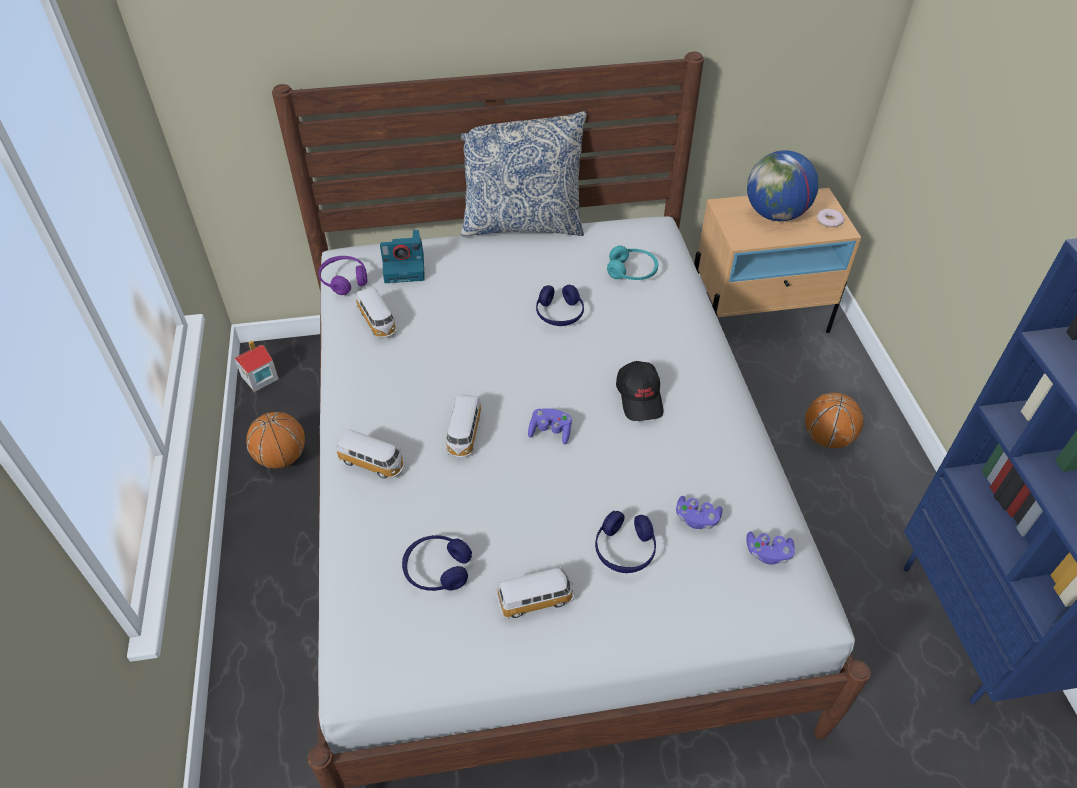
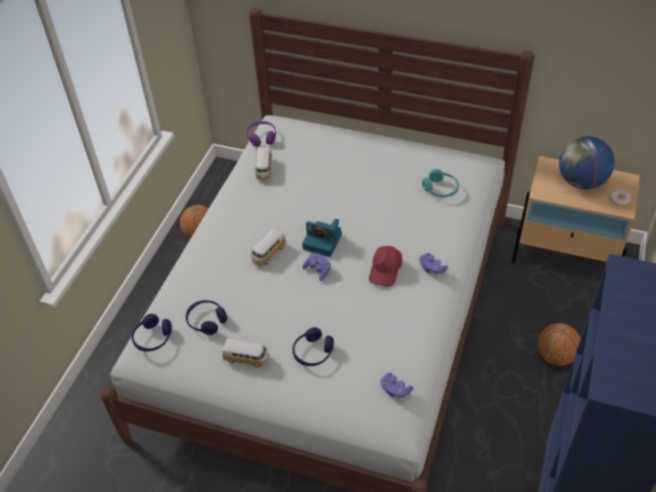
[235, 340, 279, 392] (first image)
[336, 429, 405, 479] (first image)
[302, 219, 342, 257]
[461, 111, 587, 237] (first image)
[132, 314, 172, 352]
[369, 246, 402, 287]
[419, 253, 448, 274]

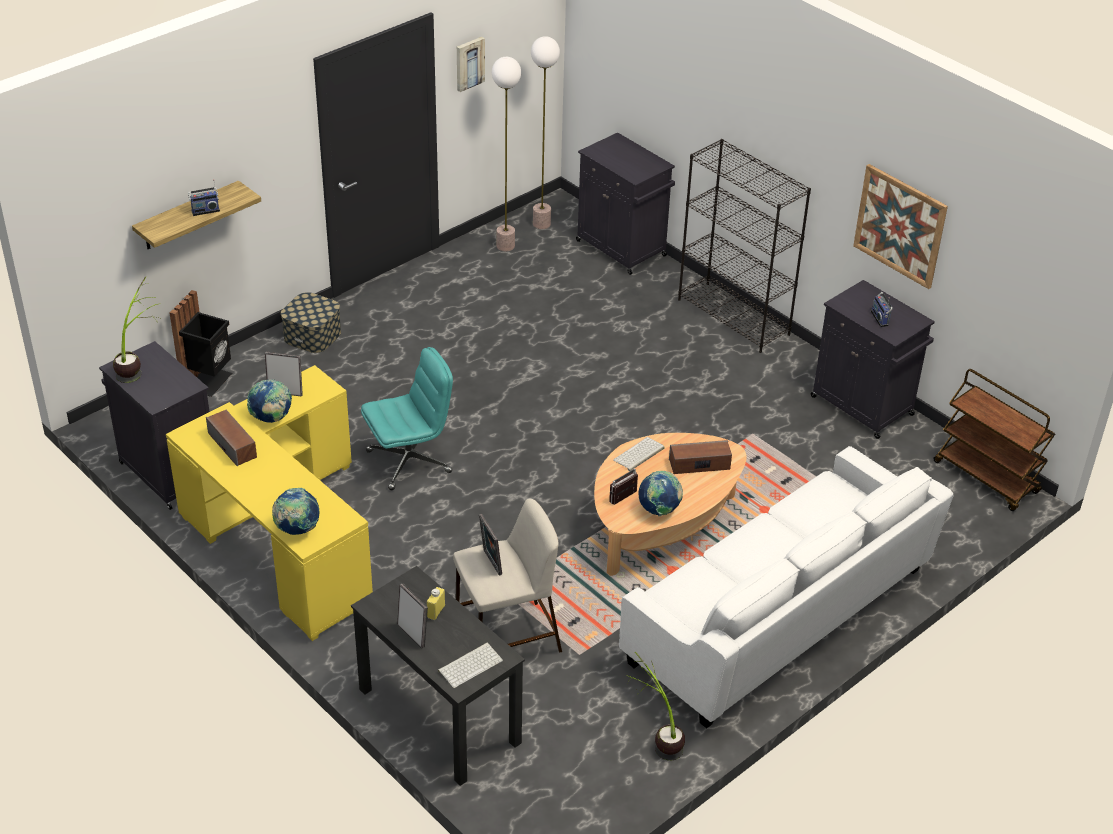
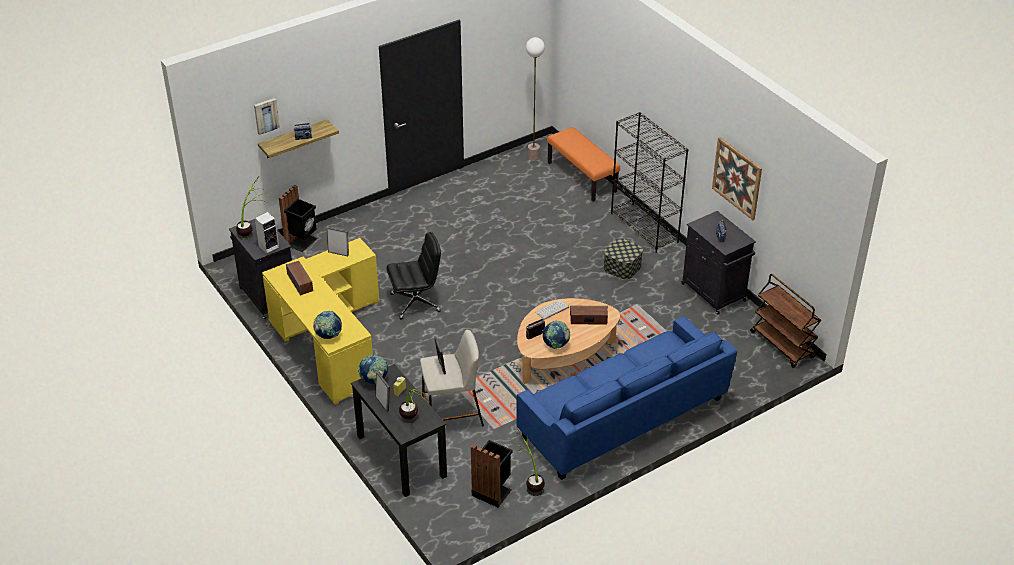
[358, 355, 389, 384]
[604, 238, 643, 280]
[387, 232, 441, 320]
[399, 389, 429, 423]
[254, 98, 280, 135]
[492, 57, 521, 251] (first image)
[547, 127, 620, 202]
[517, 316, 737, 480]
[255, 212, 279, 254]
[471, 440, 513, 507]

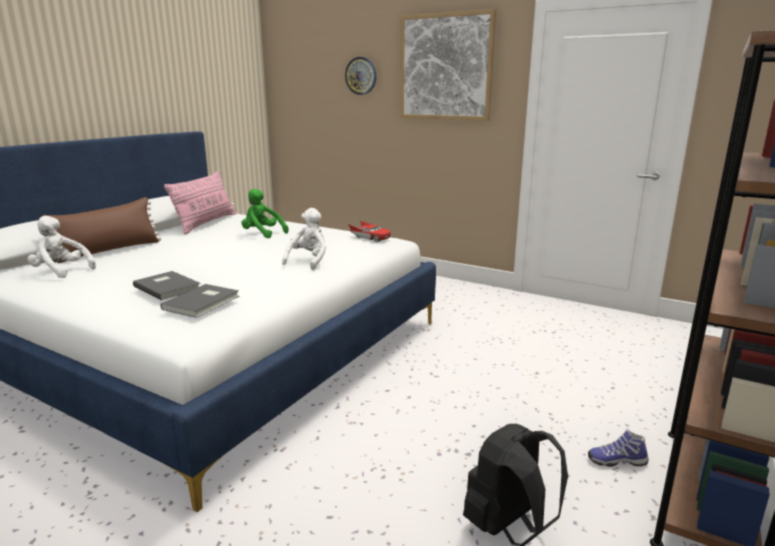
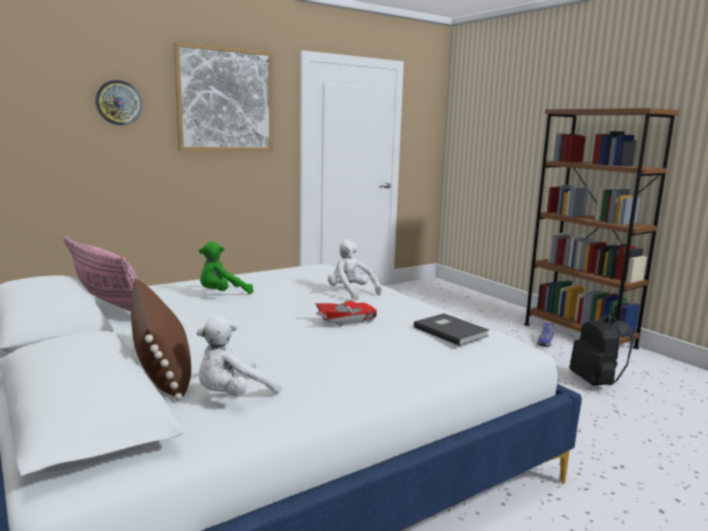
[133, 271, 201, 300] (first image)
[315, 301, 377, 326]

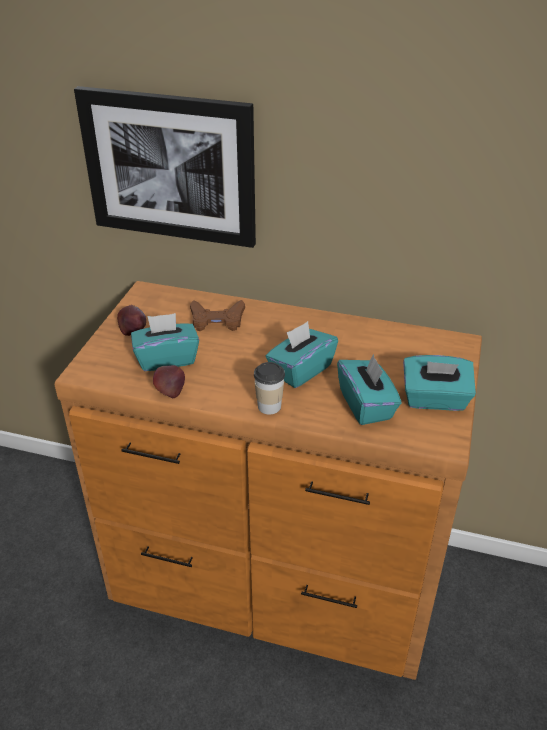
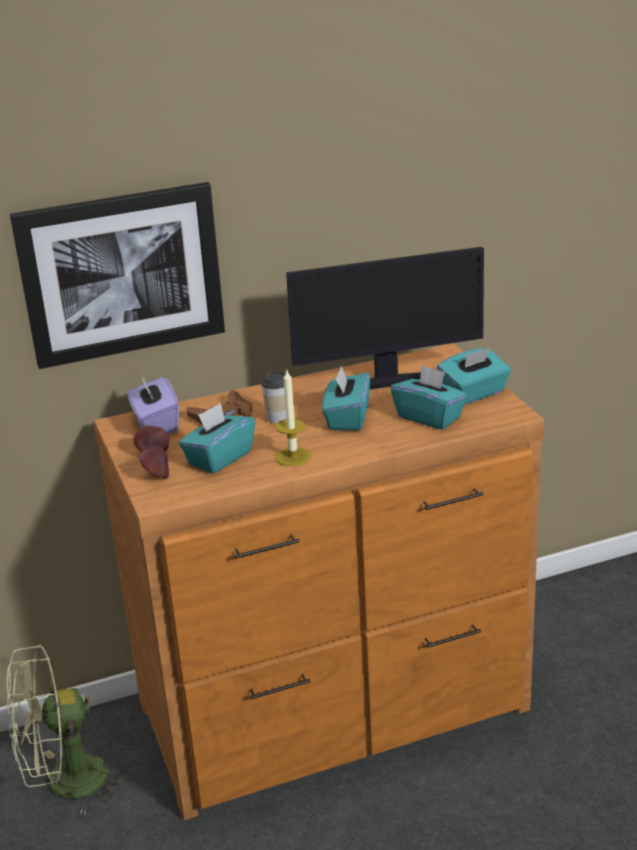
[139, 447, 169, 479]
[261, 372, 287, 424]
[7, 645, 128, 815]
[127, 375, 179, 434]
[275, 370, 311, 466]
[286, 247, 484, 390]

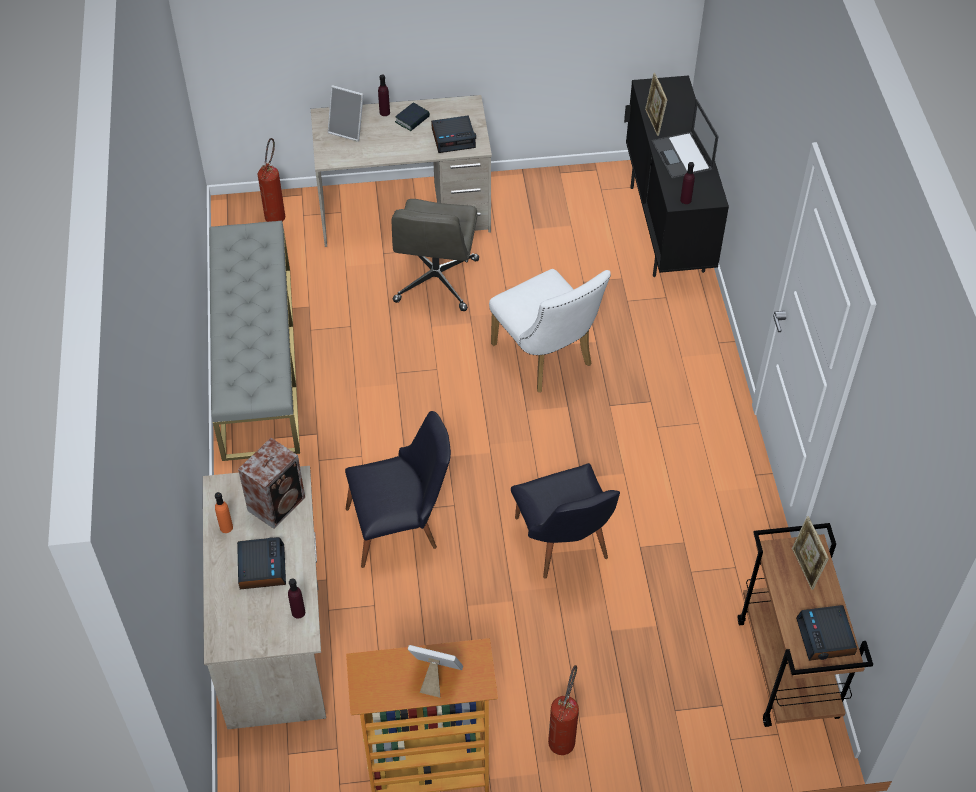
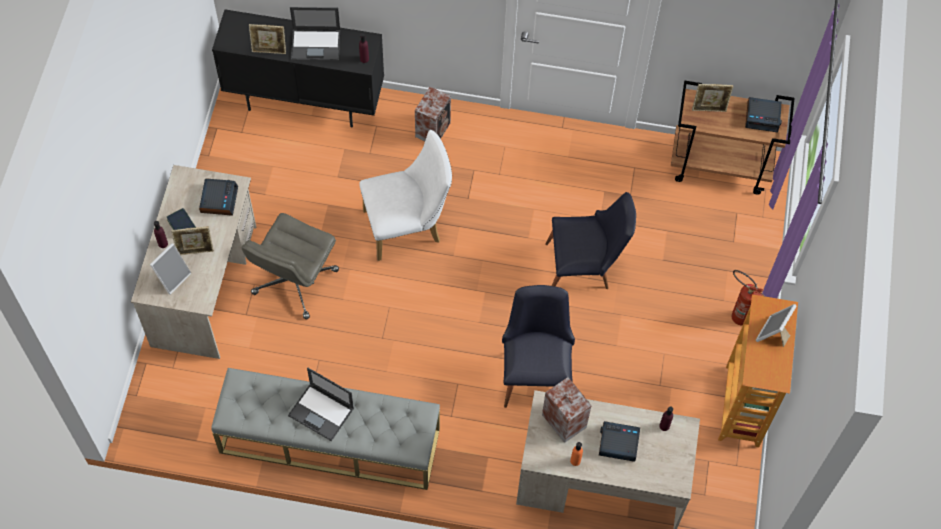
[258, 138, 285, 222] (first image)
[242, 213, 339, 319]
[171, 226, 214, 255]
[288, 368, 354, 441]
[415, 87, 451, 141]

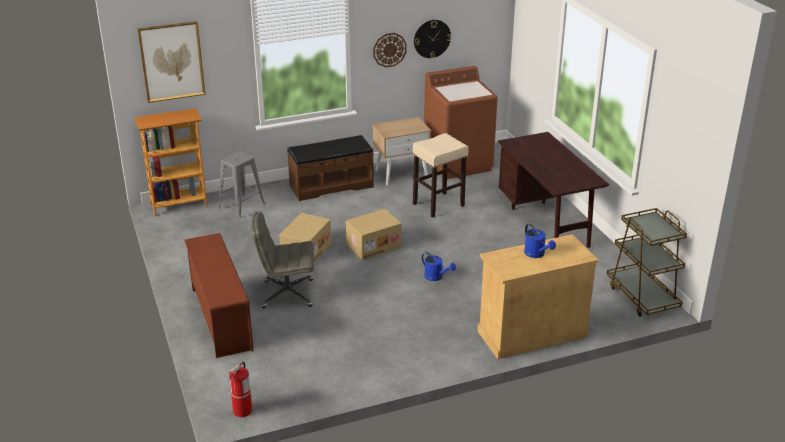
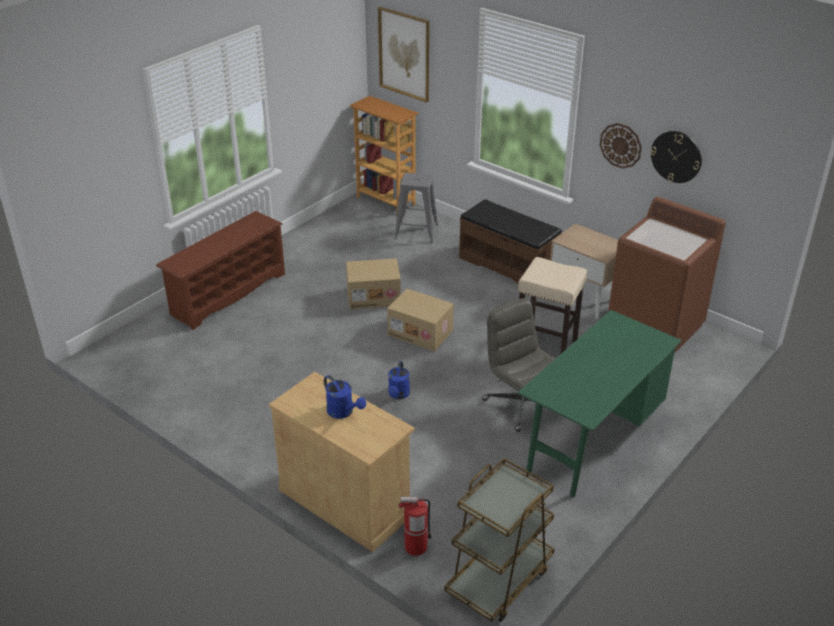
[398, 497, 432, 556]
[482, 298, 555, 432]
[518, 310, 682, 497]
[324, 375, 366, 419]

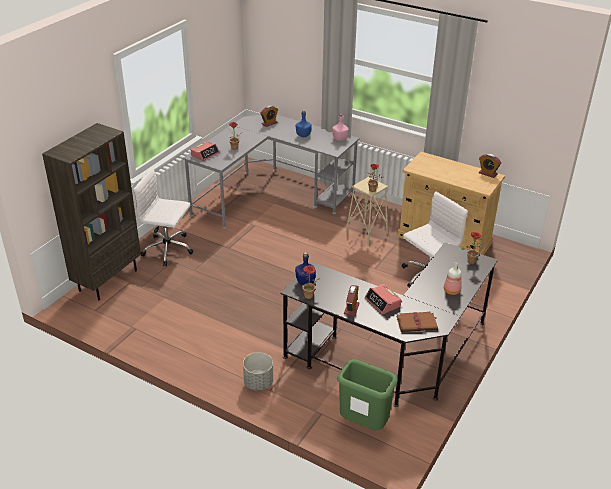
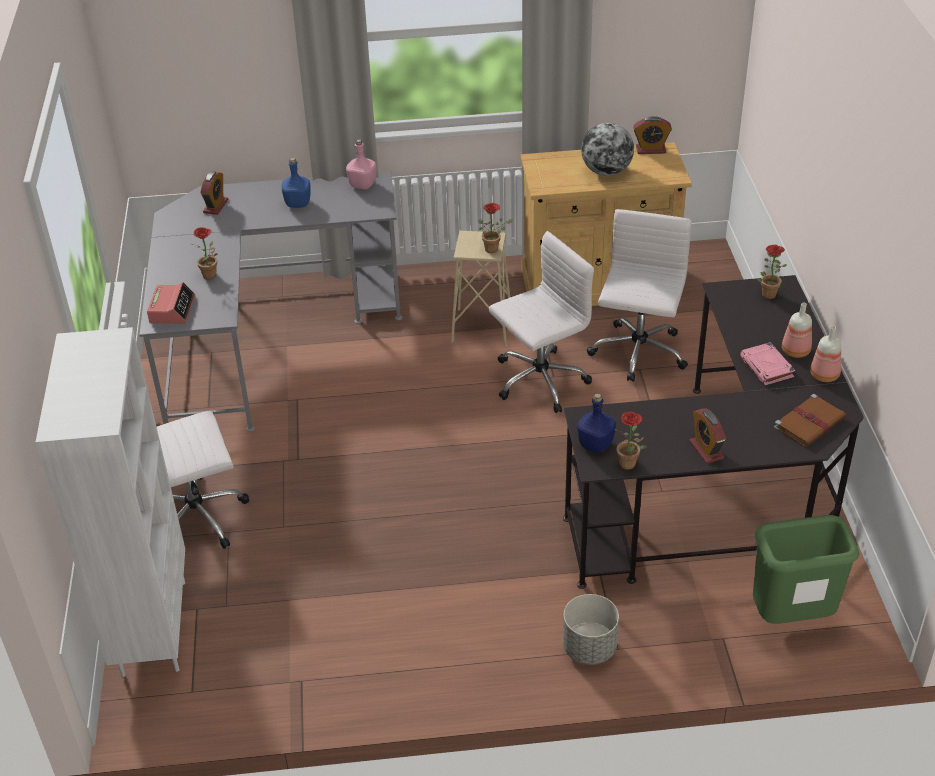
[36, 327, 185, 677]
[365, 284, 401, 314] (first image)
[489, 231, 594, 413]
[581, 123, 634, 176]
[740, 342, 795, 385]
[810, 326, 841, 382]

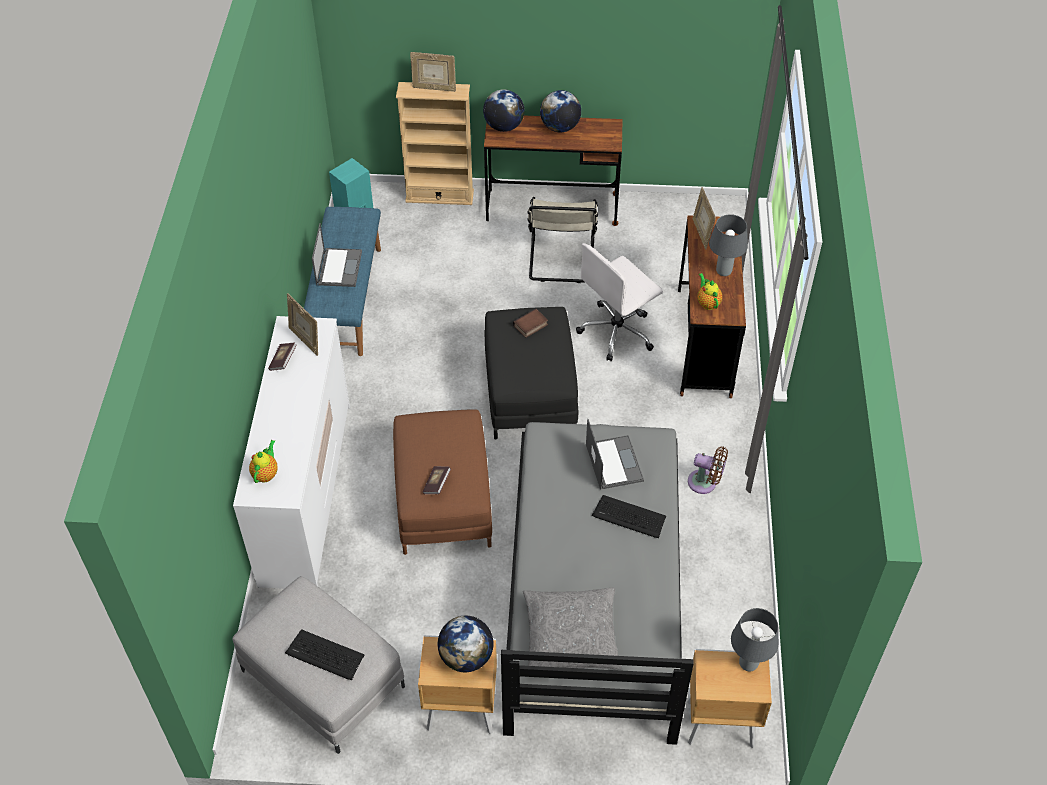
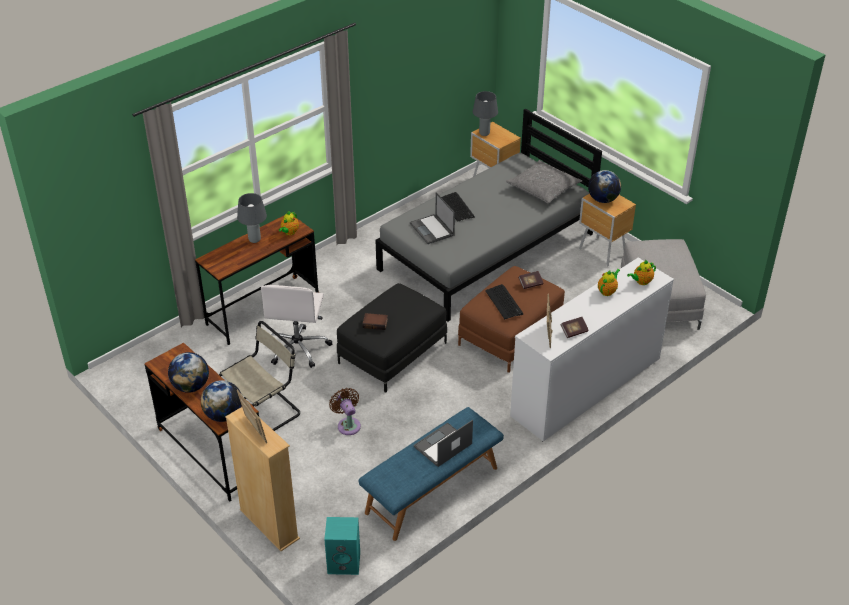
[485, 284, 523, 319]
[261, 285, 333, 368]
[410, 192, 455, 244]
[329, 388, 361, 435]
[693, 187, 716, 249] (first image)
[598, 269, 620, 296]

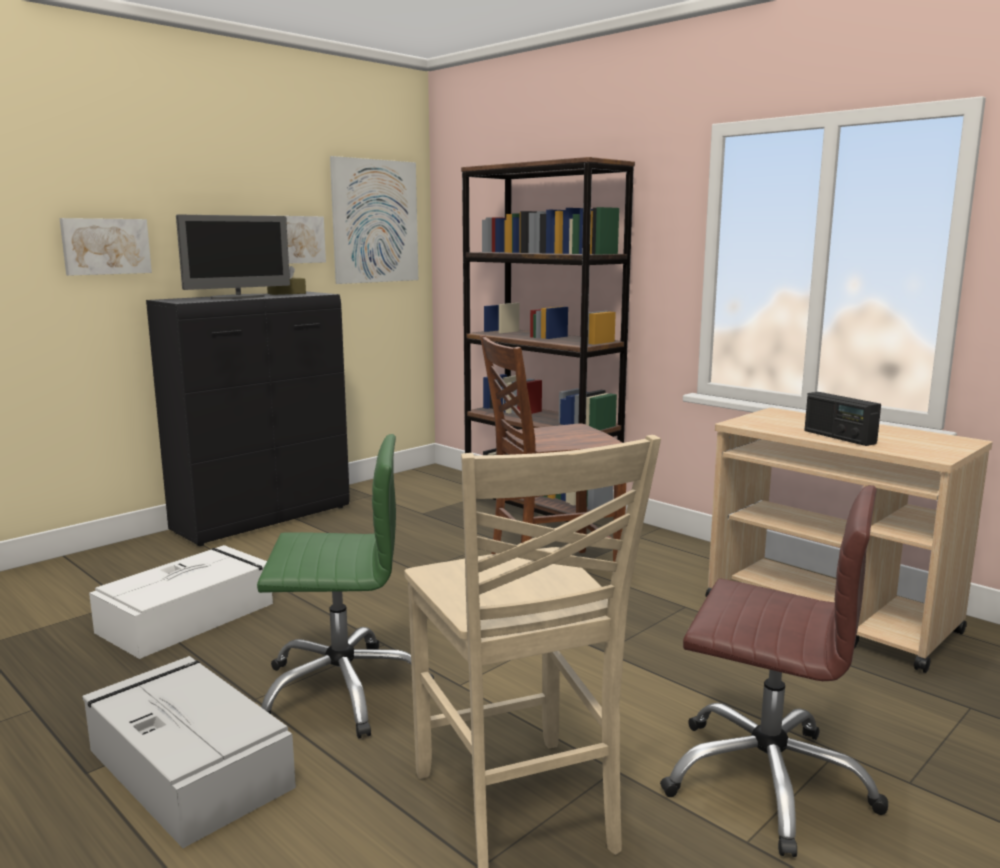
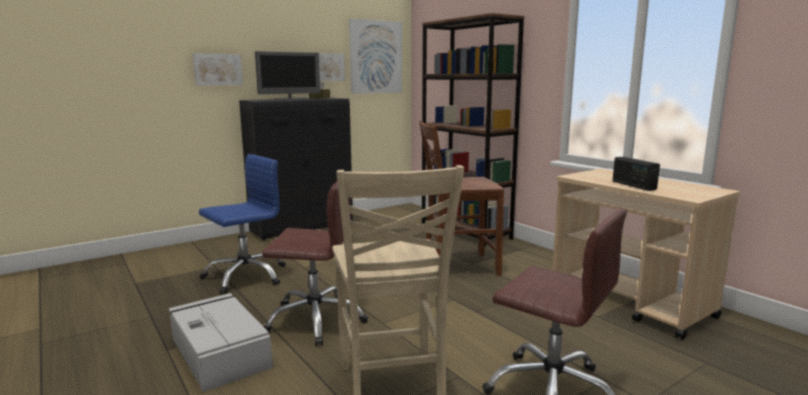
[199, 154, 286, 294]
[262, 182, 368, 346]

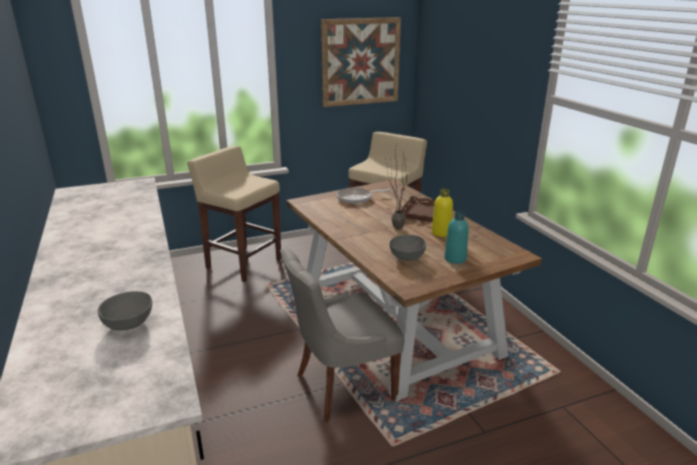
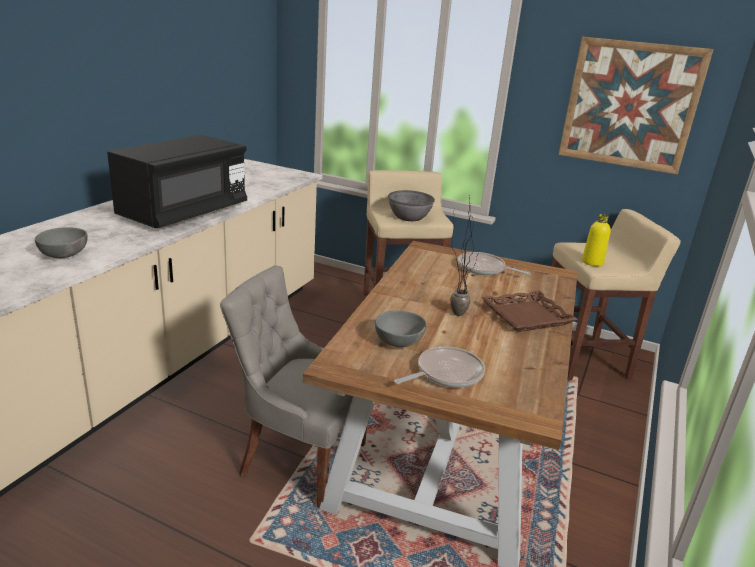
[582, 214, 611, 266]
[394, 346, 485, 388]
[107, 135, 247, 228]
[388, 190, 435, 221]

